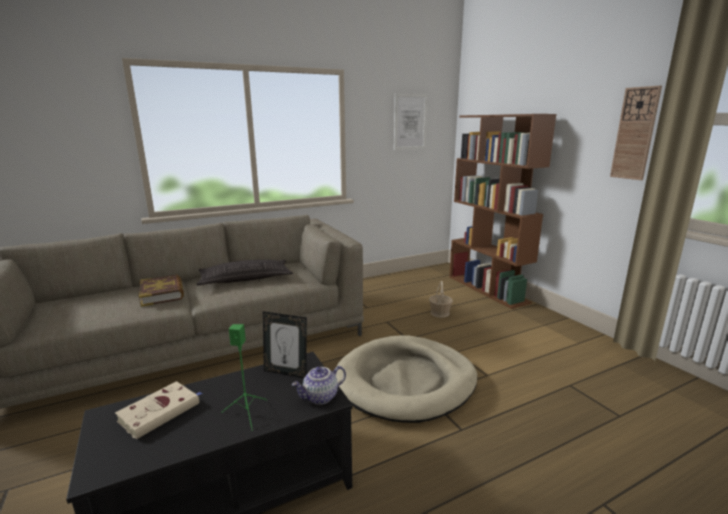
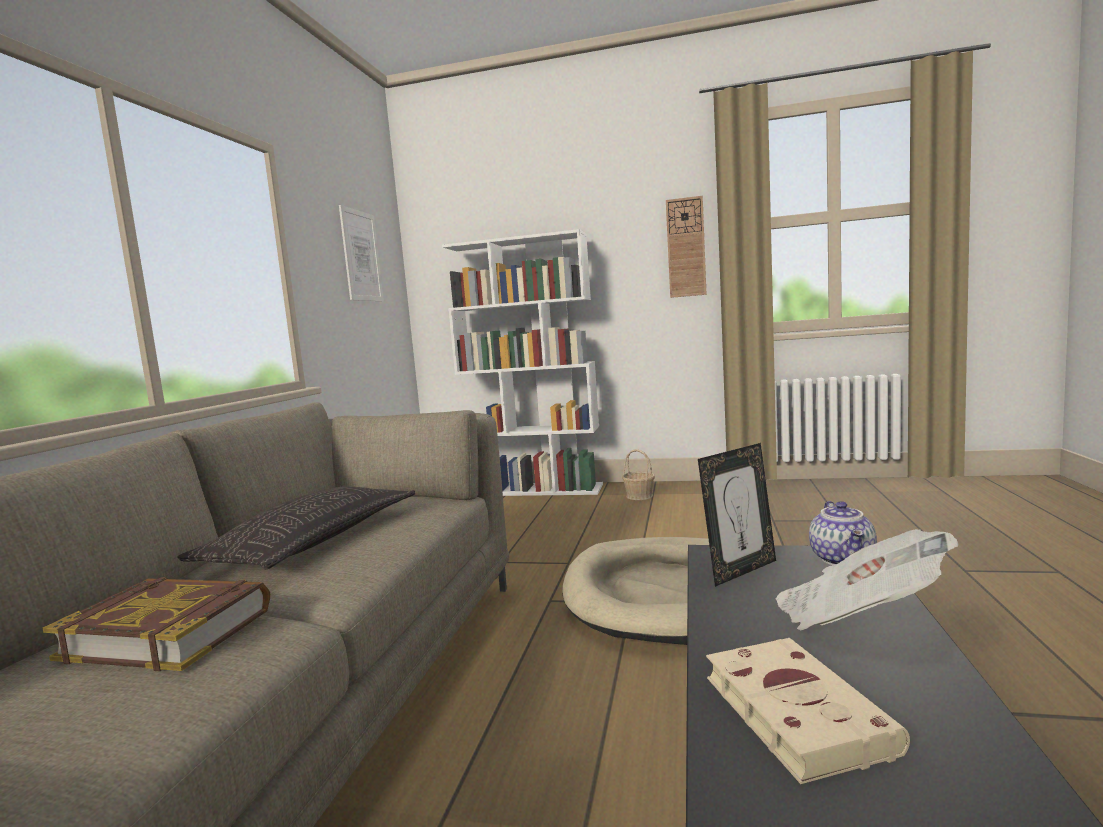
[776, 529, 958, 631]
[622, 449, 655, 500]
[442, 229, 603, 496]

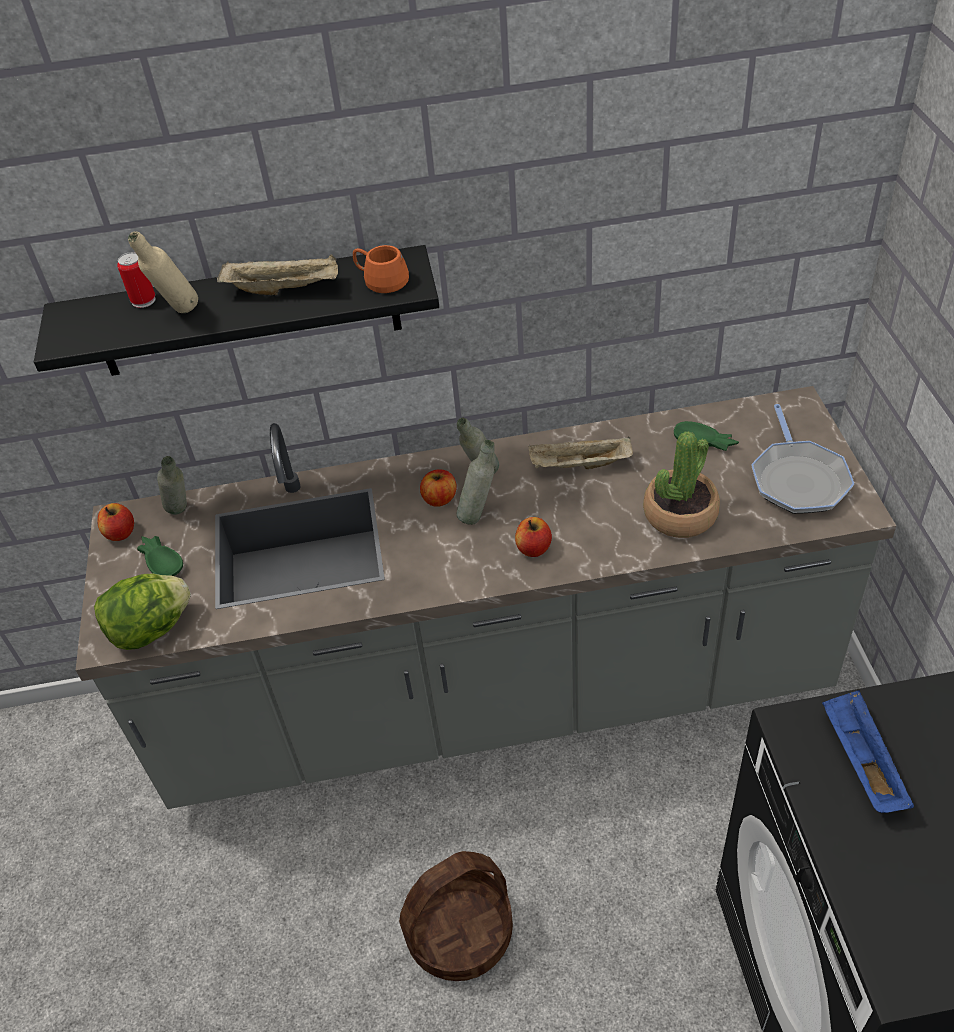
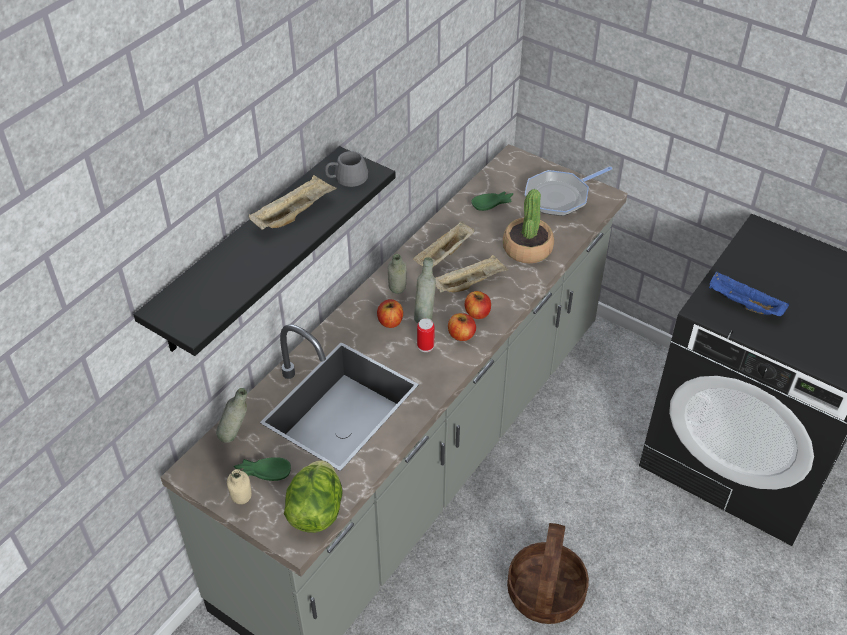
[448, 313, 476, 341]
[417, 318, 434, 352]
[227, 469, 252, 504]
[325, 151, 368, 187]
[525, 166, 613, 216]
[435, 255, 508, 292]

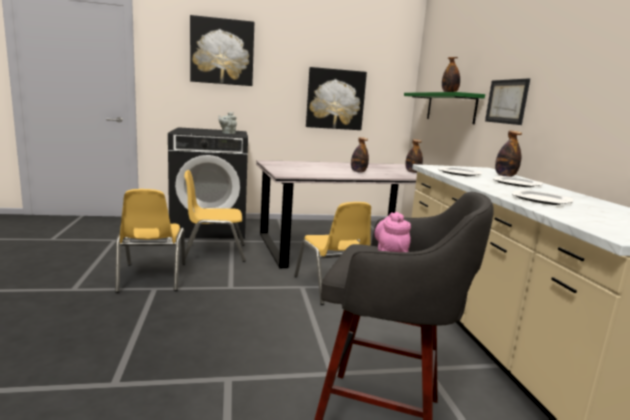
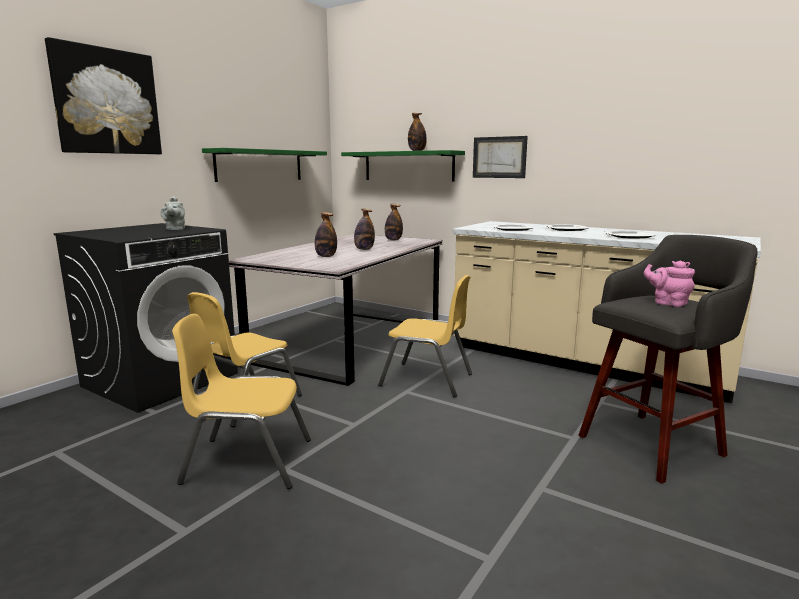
[172, 314, 311, 489]
[202, 148, 327, 182]
[315, 212, 337, 257]

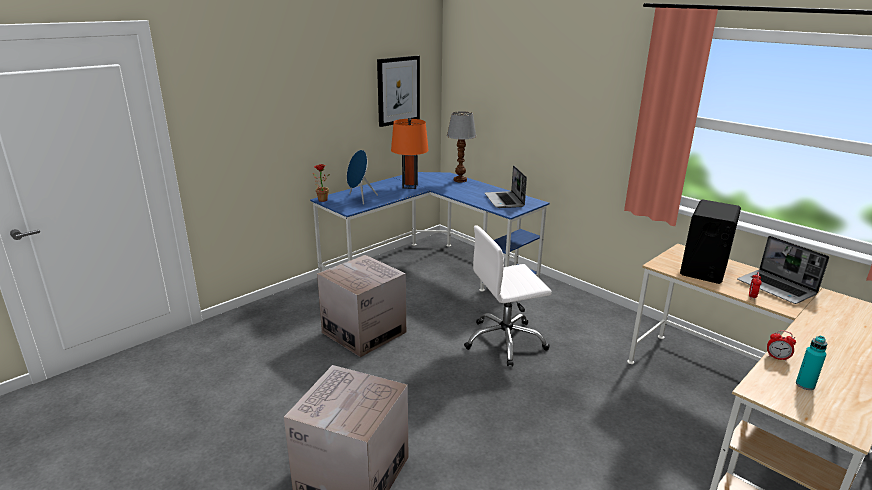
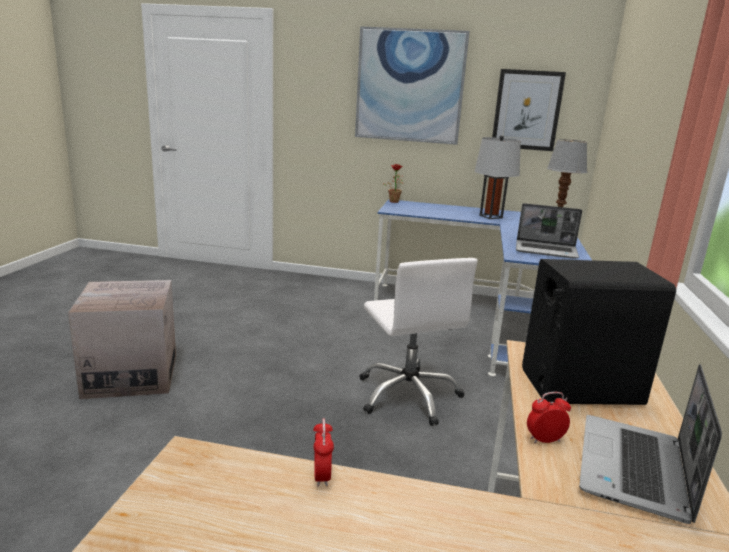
[317, 255, 406, 357] (first image)
[347, 150, 378, 205] (first image)
[475, 135, 521, 219]
[359, 258, 478, 426]
[516, 203, 582, 259]
[796, 336, 827, 390] (first image)
[355, 26, 470, 145]

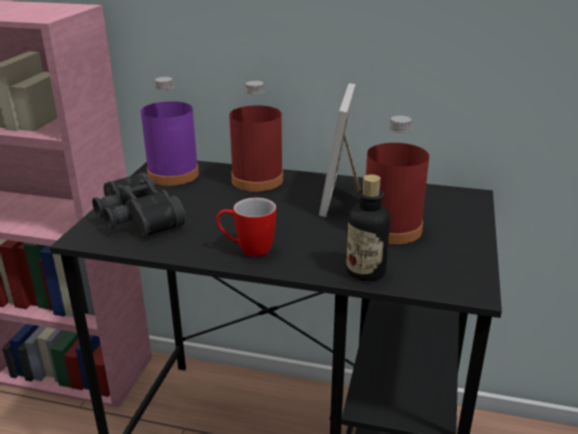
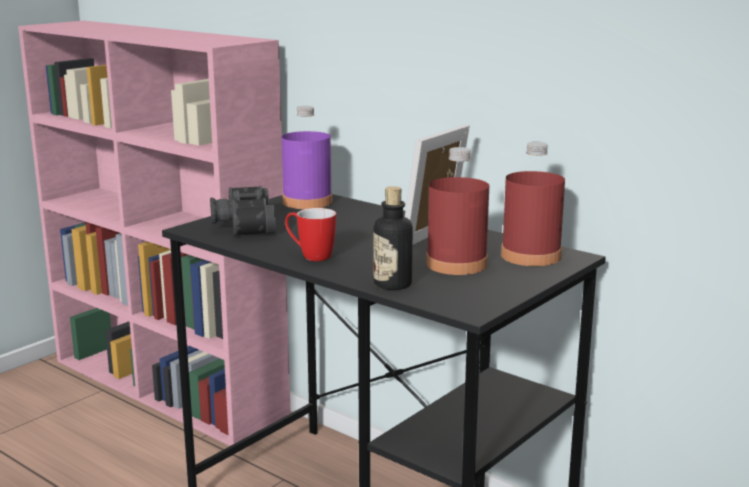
[501, 142, 565, 266]

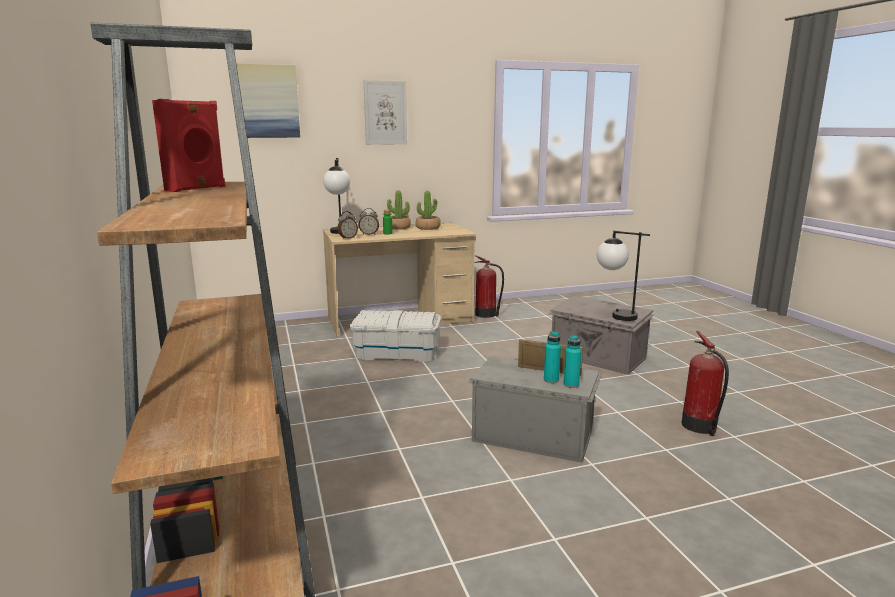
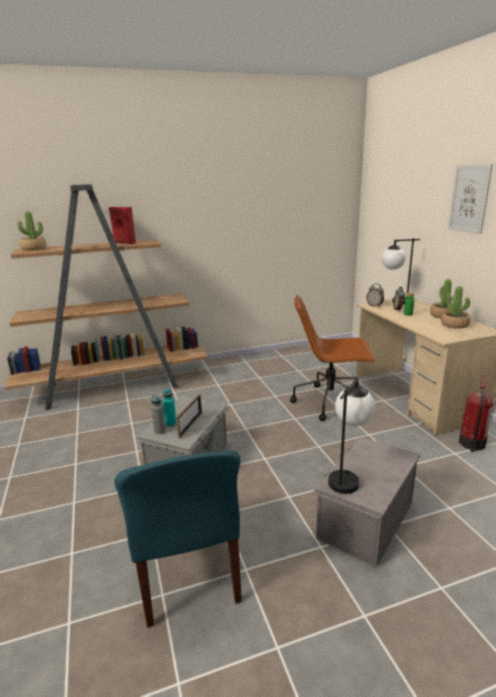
[236, 63, 300, 138] (first image)
[290, 294, 376, 421]
[151, 395, 166, 434]
[114, 450, 242, 628]
[17, 211, 47, 251]

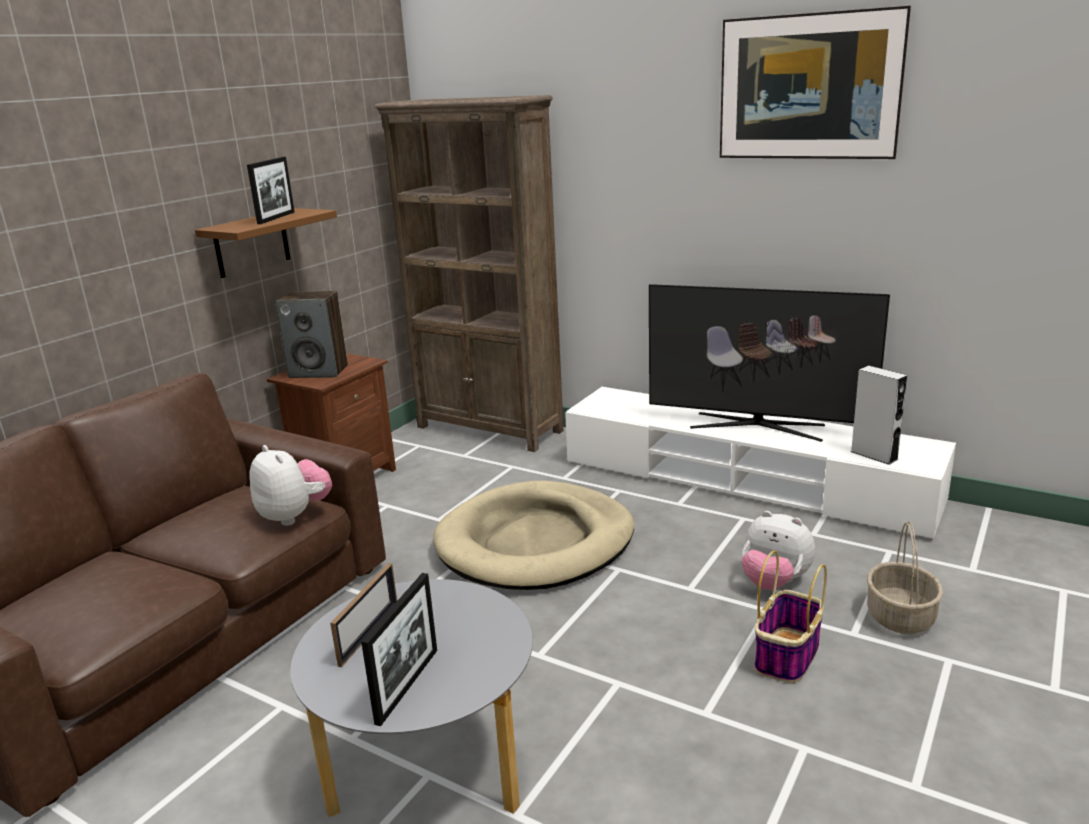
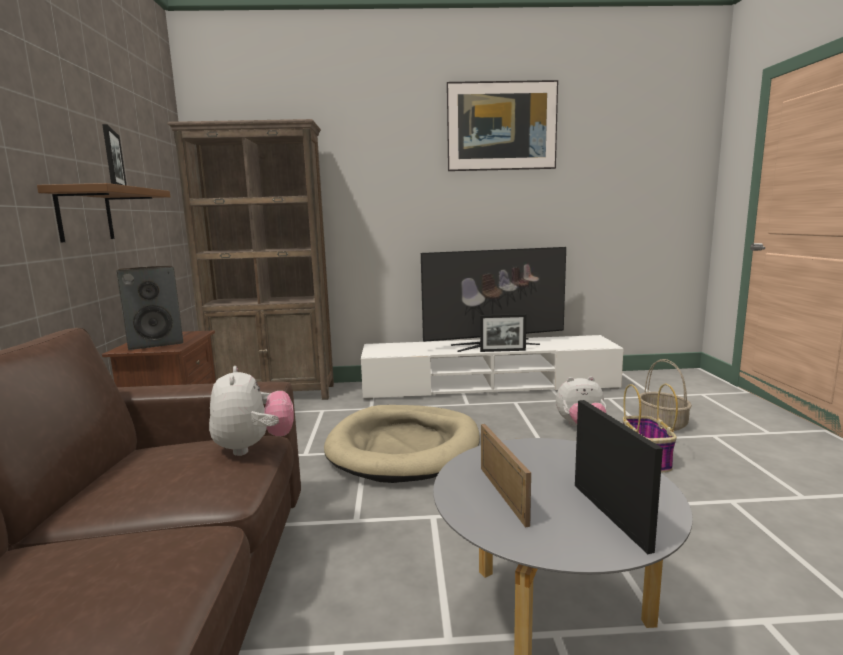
[209, 366, 294, 456]
[851, 366, 907, 465] (first image)
[480, 314, 526, 352]

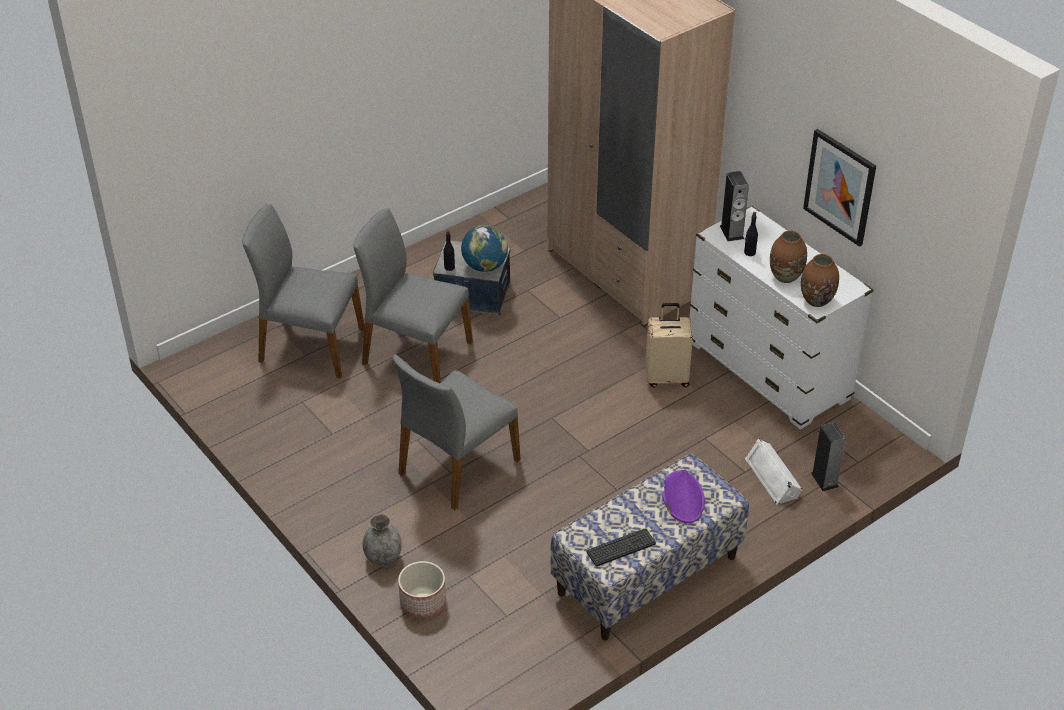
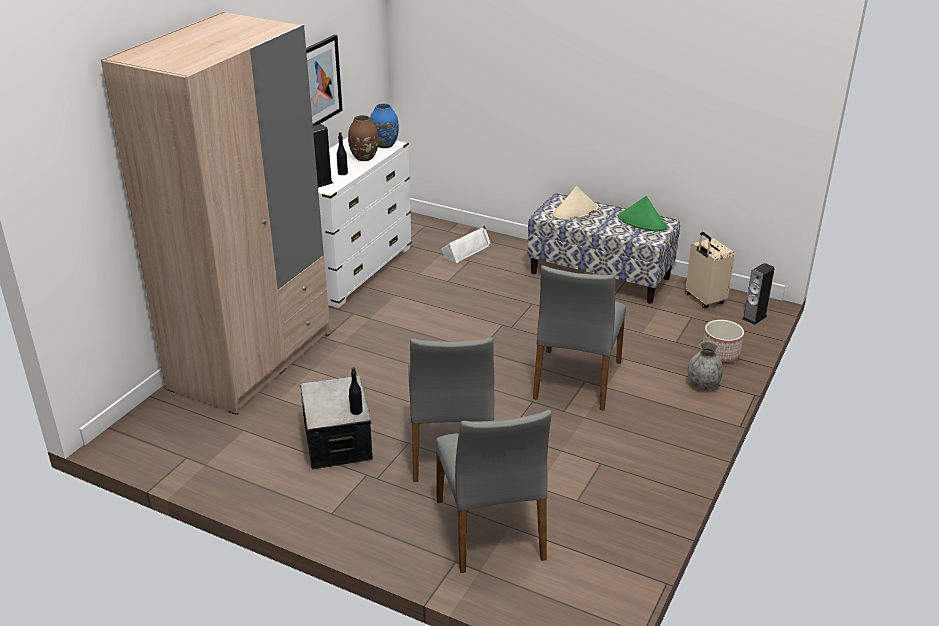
[533, 265, 626, 411]
[461, 225, 508, 272] (first image)
[618, 196, 667, 232]
[685, 232, 735, 308]
[552, 186, 599, 220]
[370, 103, 399, 148]
[742, 263, 775, 325]

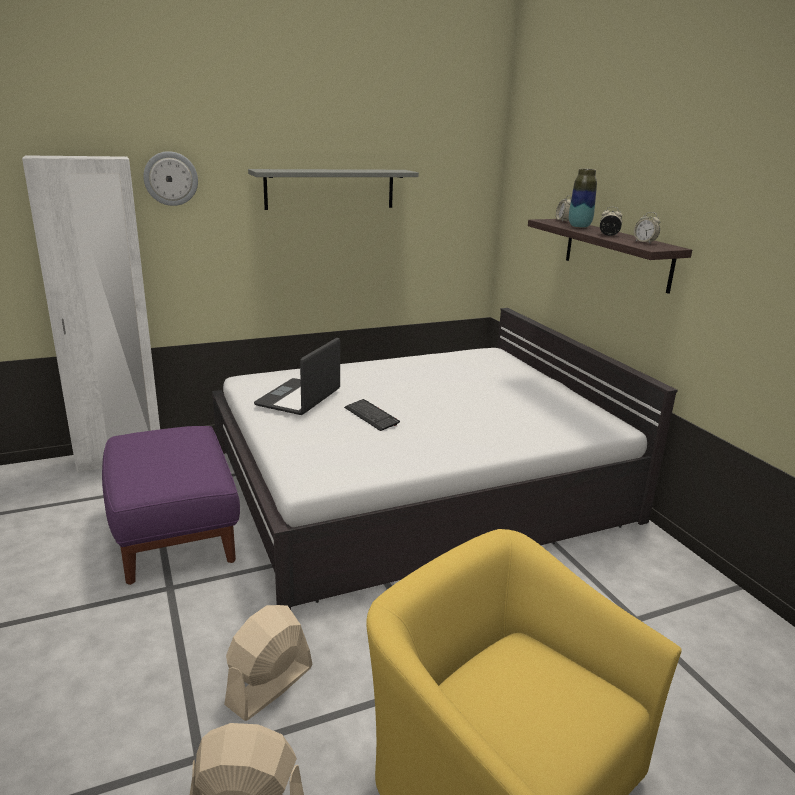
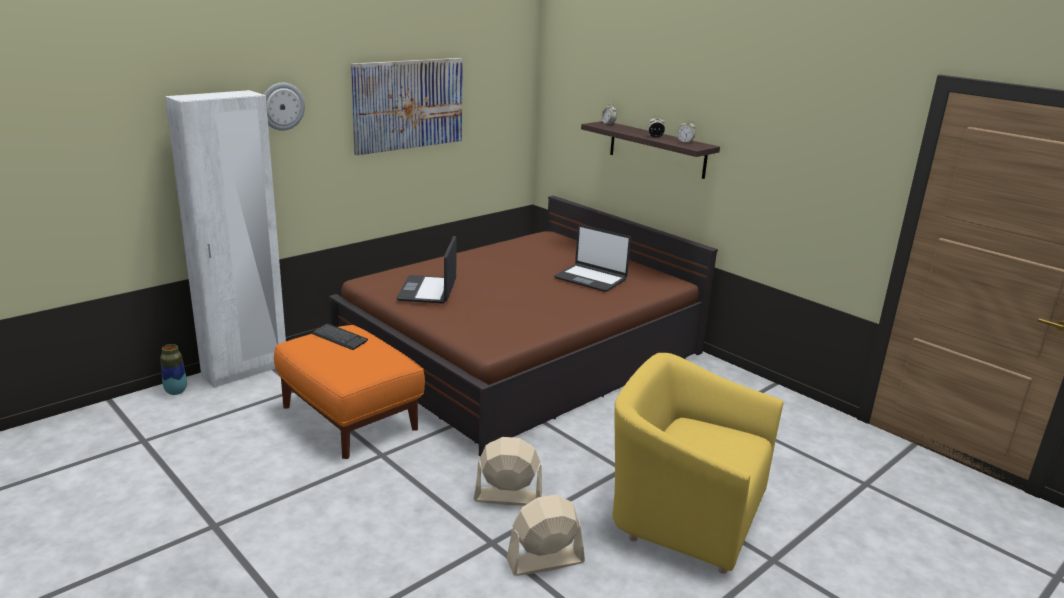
[274, 325, 425, 459]
[329, 196, 718, 456]
[474, 437, 542, 506]
[351, 58, 463, 156]
[311, 323, 368, 350]
[160, 344, 187, 395]
[554, 225, 631, 292]

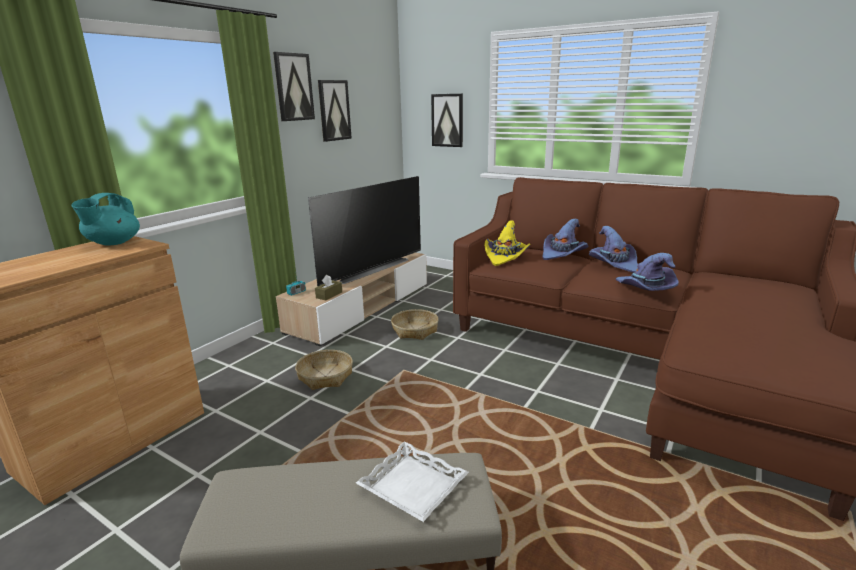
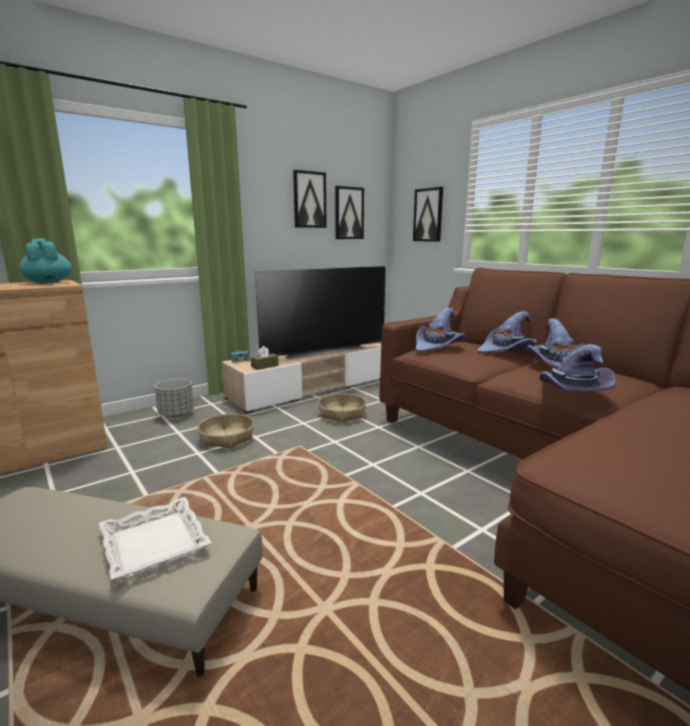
[19, 239, 72, 284]
[335, 186, 364, 239]
[416, 308, 465, 352]
[155, 379, 194, 417]

